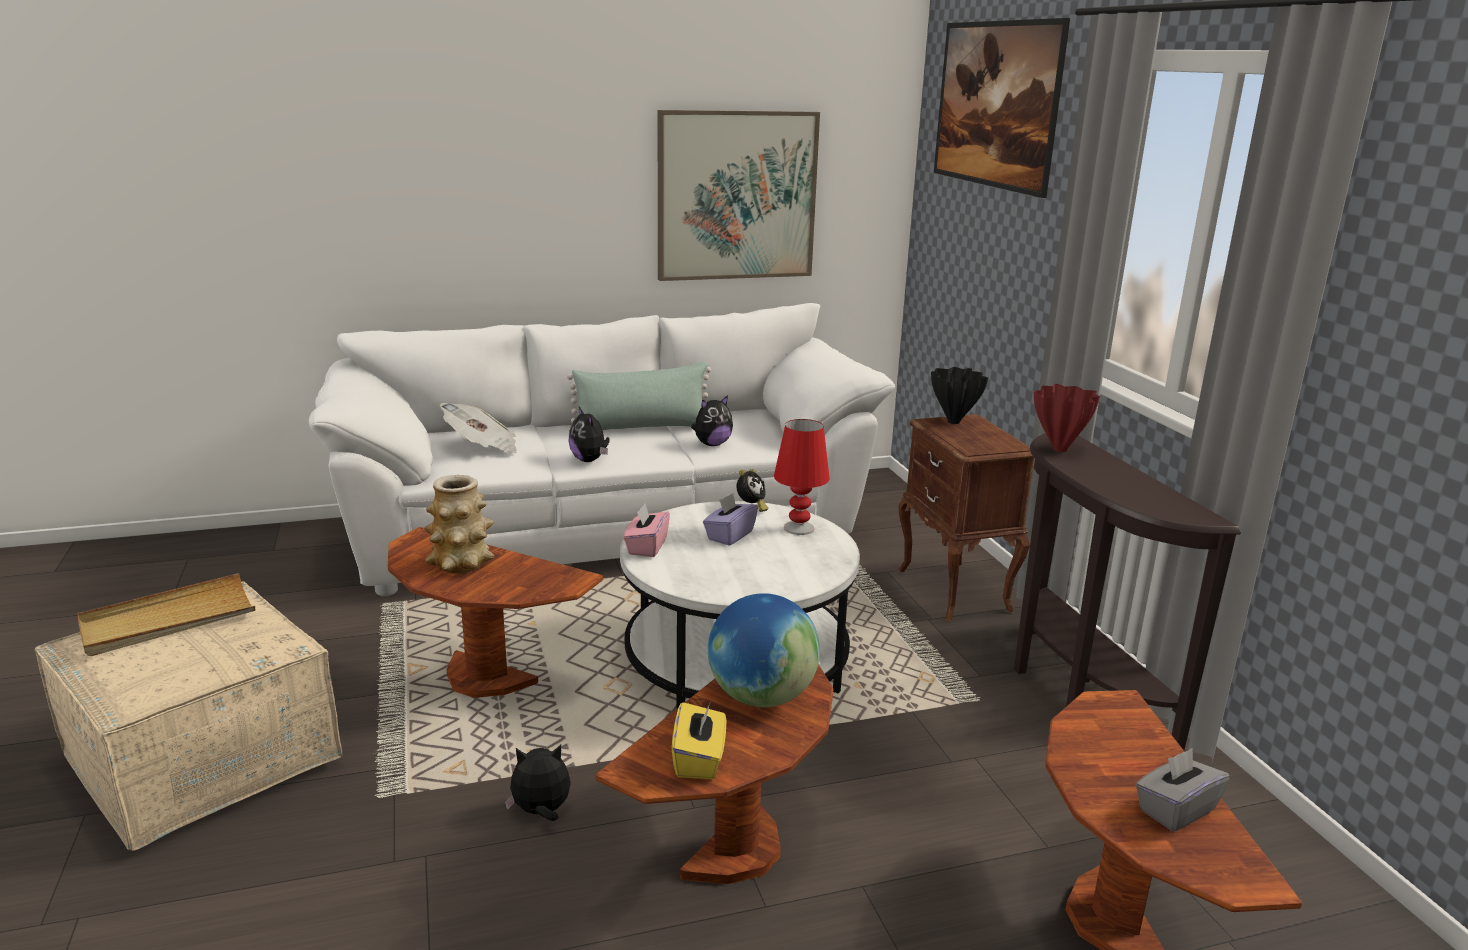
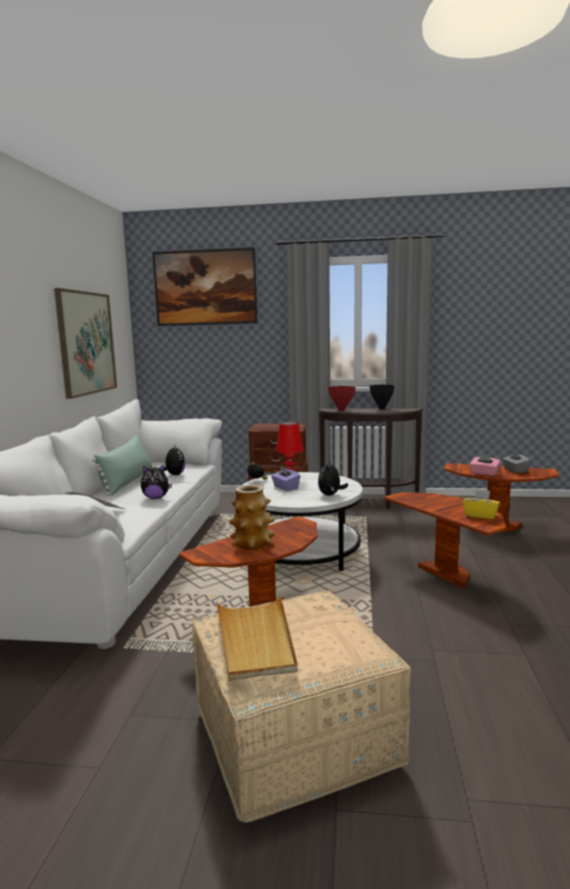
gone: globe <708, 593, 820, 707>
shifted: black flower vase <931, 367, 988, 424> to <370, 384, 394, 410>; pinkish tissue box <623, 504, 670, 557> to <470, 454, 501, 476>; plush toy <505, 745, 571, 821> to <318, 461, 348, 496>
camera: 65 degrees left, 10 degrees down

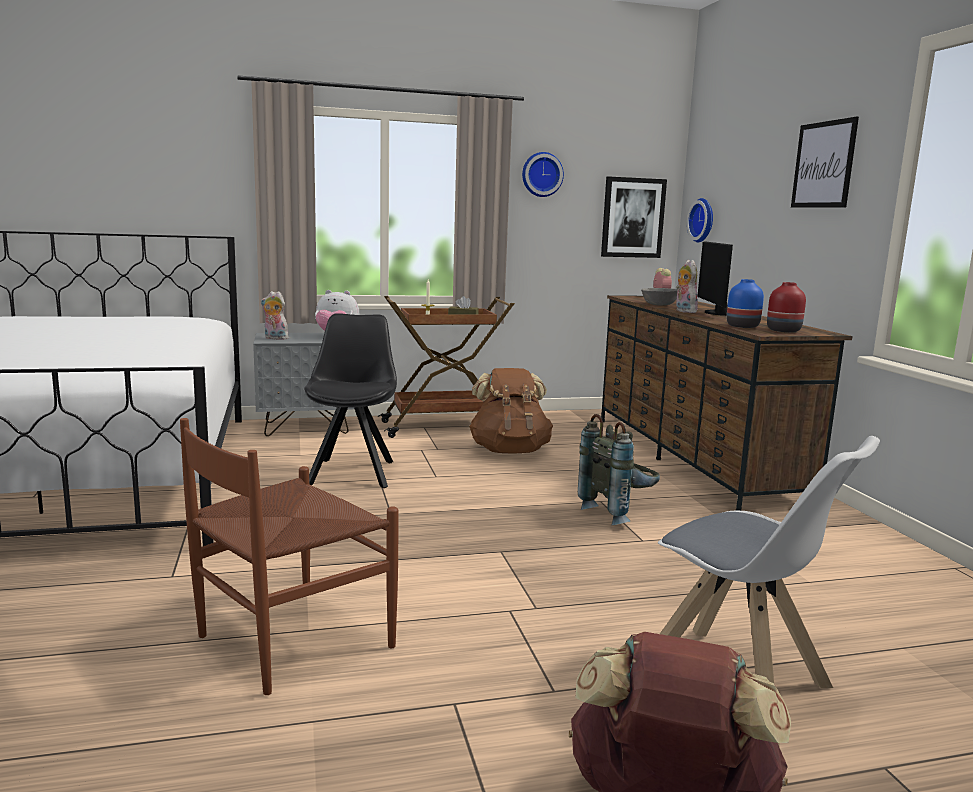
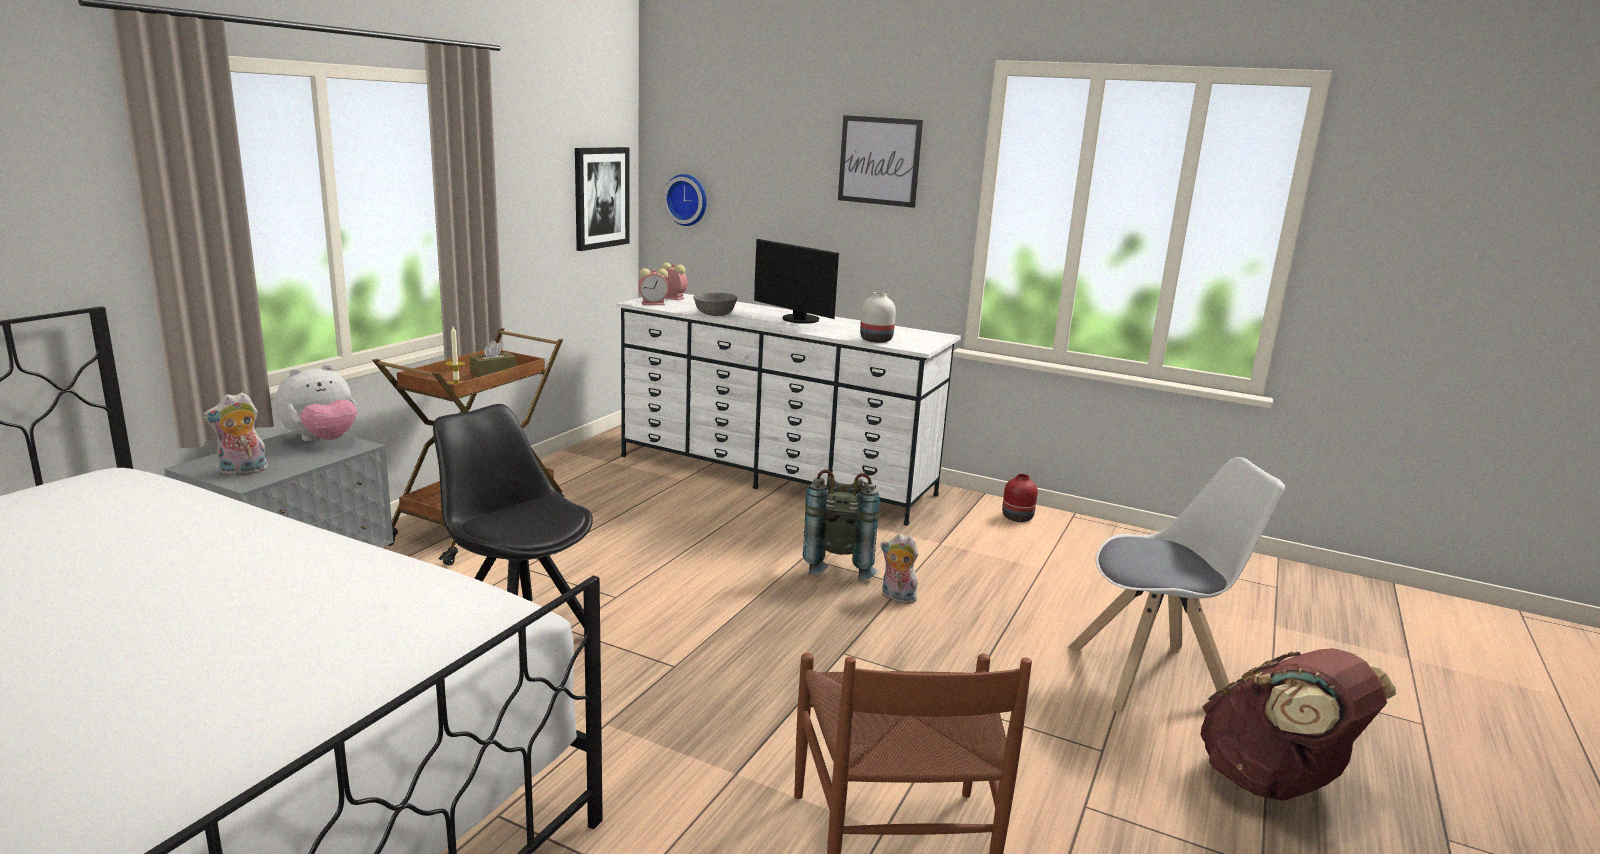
gone: wall clock <522, 152, 564, 197>; brown knapsack <469, 368, 553, 454>
new: alarm clock <638, 268, 669, 305>
shifted: plush toy <676, 260, 698, 313> to <881, 534, 918, 604>; reddish flower vase <767, 282, 806, 332> to <1002, 474, 1038, 522>
repainted: blue-coloured flower vase <727, 279, 764, 328> to white flower vase <860, 292, 896, 343>; brown chest of drawers <601, 295, 853, 511> to white chest of drawers <616, 293, 961, 526>
camera: 50 degrees left, 5 degrees up

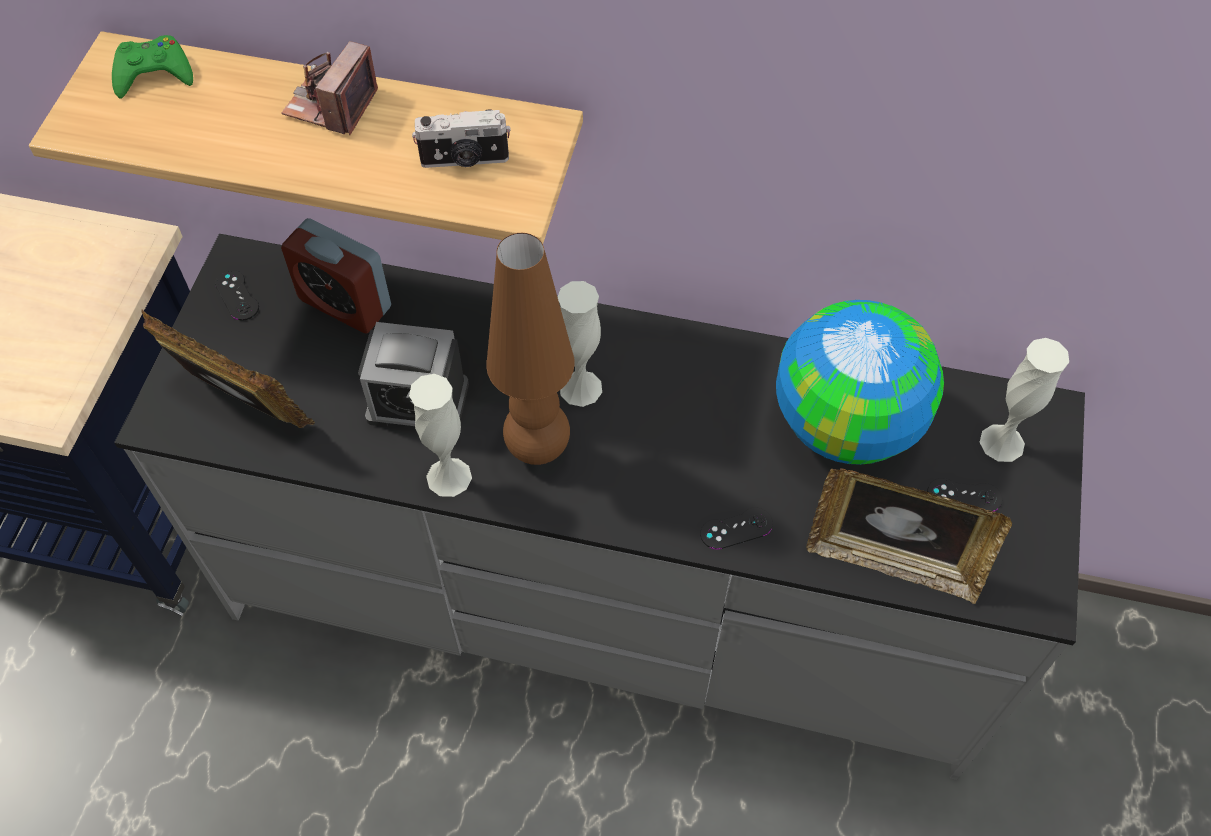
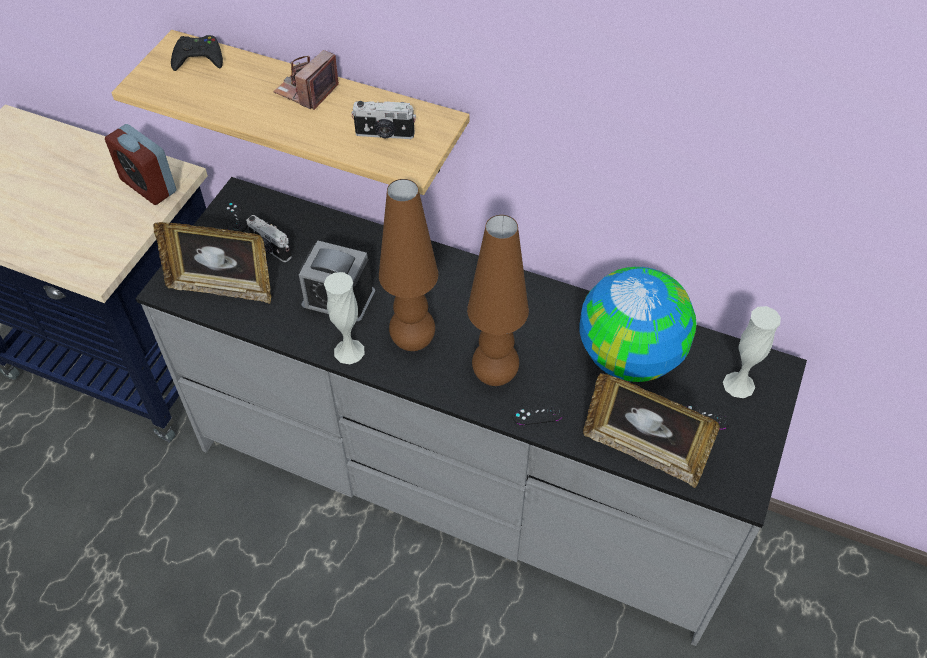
gone: white flower vase <558, 281, 602, 407>
new: photo camera <246, 215, 292, 262>; brown table lamp <467, 215, 529, 386>
shifted: alarm clock <281, 218, 391, 334> to <105, 124, 176, 205>
repainted: green gamepad <112, 35, 193, 99> to black gamepad <171, 35, 223, 71>
rotated: standing frame <141, 309, 315, 428> = <153, 222, 271, 304> 150 degrees clockwise
camera: 10 degrees right, 5 degrees down

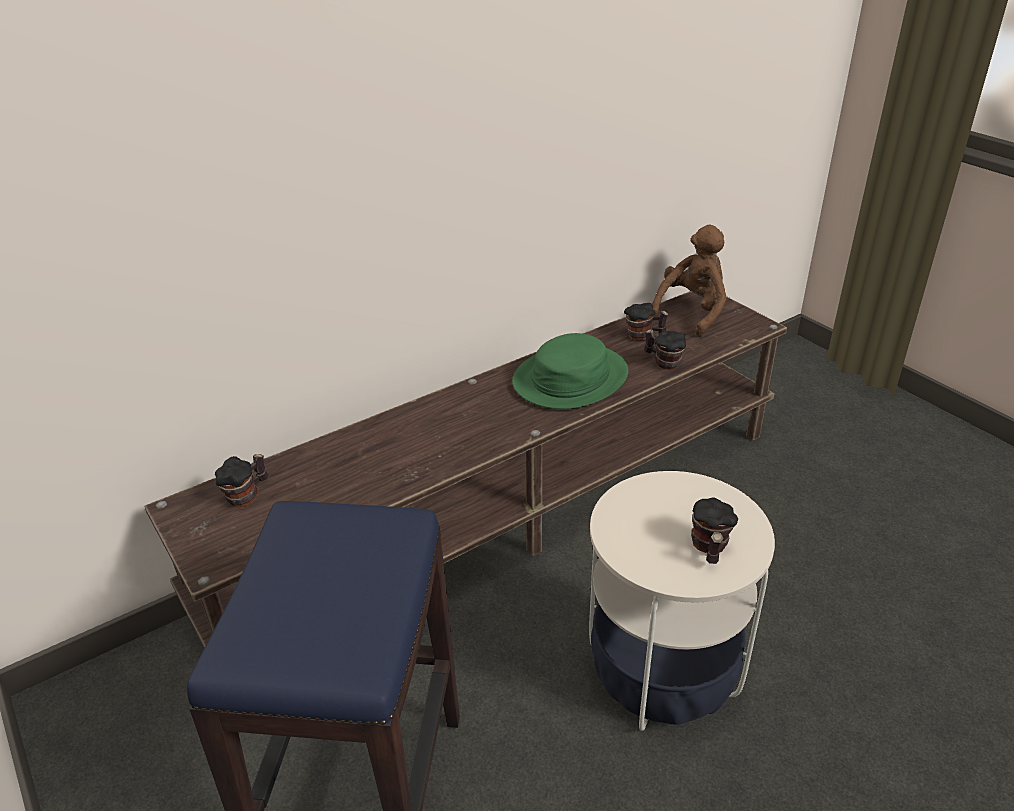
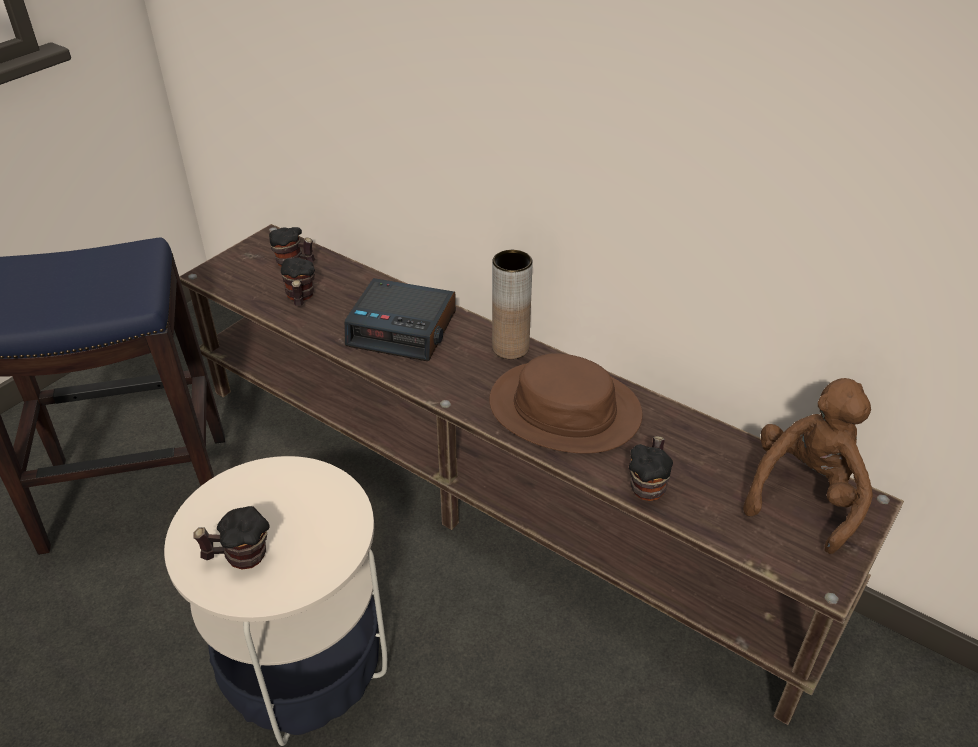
new: brown flower vase <492, 250, 533, 359>; alarm clock <344, 278, 456, 361>
shifted: tea mug <624, 303, 668, 340> to <281, 257, 315, 306>
repainted: green wearable hat <512, 333, 629, 409> to brown wearable hat <489, 353, 643, 454>
rotated: brown plush toy <652, 225, 727, 337> = <743, 378, 873, 554> 75 degrees counterclockwise
camera: 70 degrees right, 5 degrees up

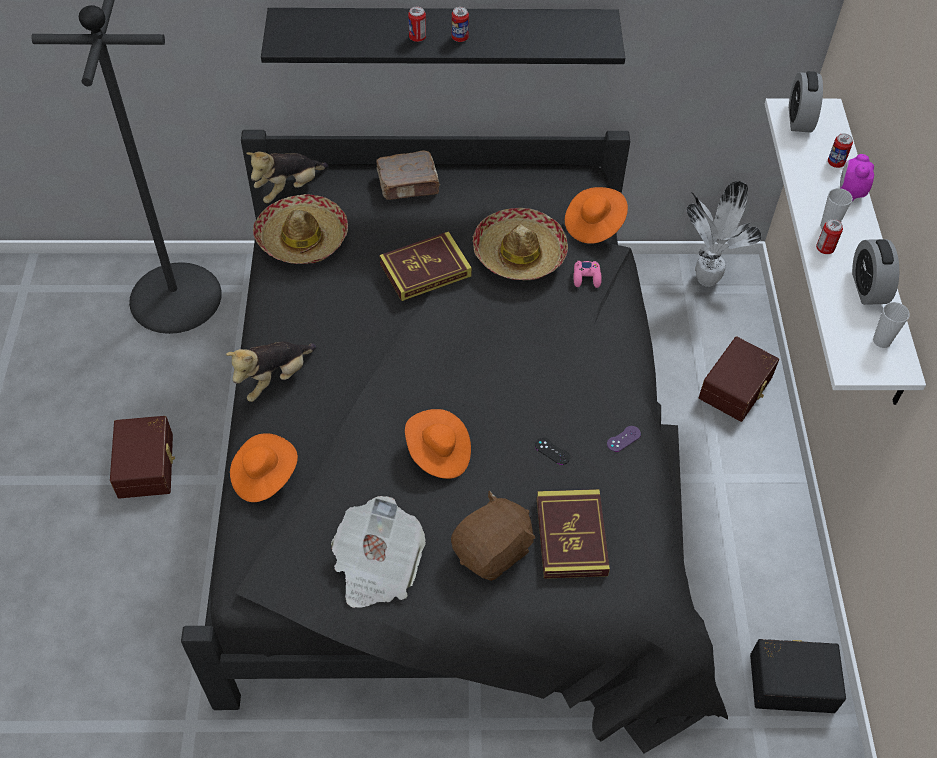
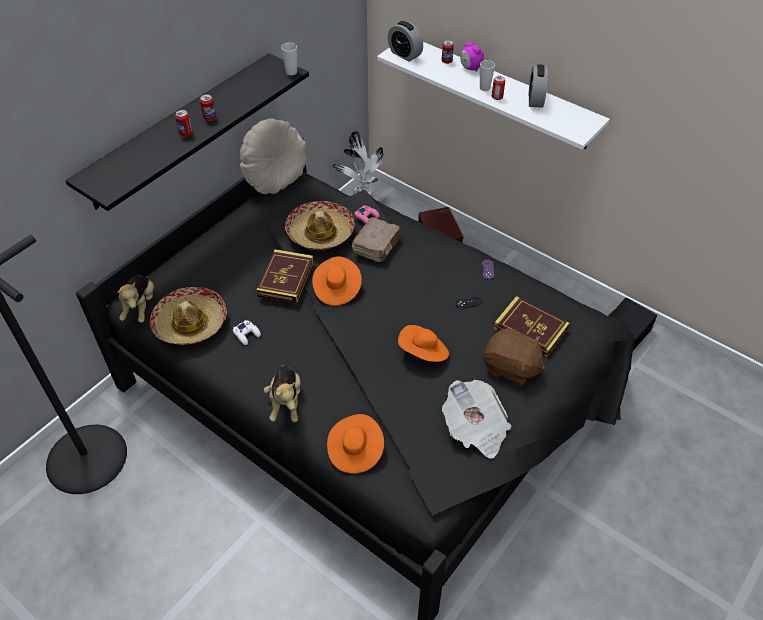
gone: brown storage container <110, 416, 175, 499>
new: beige cushion <240, 118, 306, 194>; white gamepad <233, 320, 261, 345>
shifted: brown bound book <376, 150, 440, 200> to <352, 217, 401, 262>; orange-coloured wearable hat <565, 187, 628, 244> to <312, 256, 362, 305>; small cup <873, 302, 910, 348> to <281, 43, 297, 75>
rotated: alarm clock <852, 239, 899, 305> = <529, 65, 548, 108> 60 degrees clockwise; brown plush toy <451, 491, 535, 581> = <484, 328, 545, 386> 120 degrees clockwise
camera: 50 degrees left, 5 degrees down

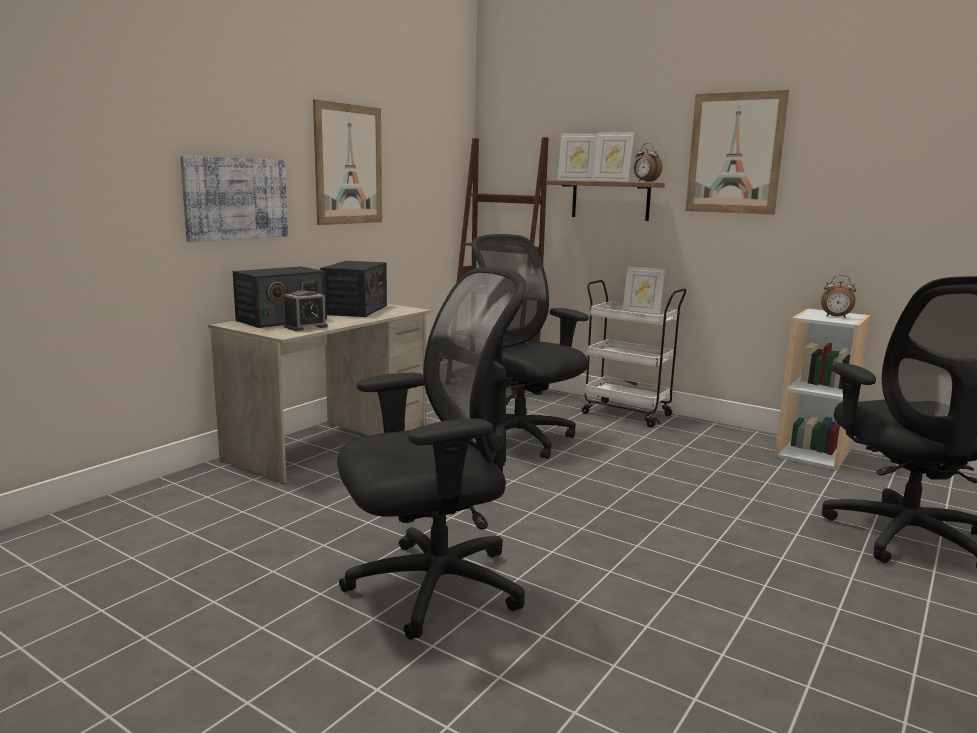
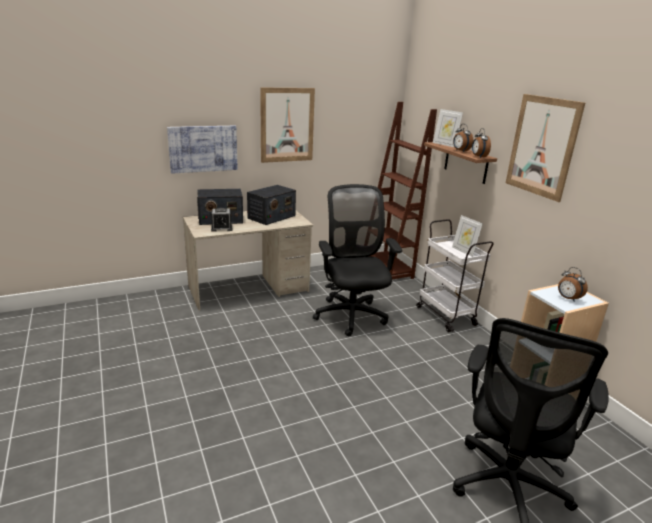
gone: black computer chair <337, 267, 526, 640>
swapped: standing frame <592, 132, 634, 182> to alarm clock <453, 124, 473, 152>
camera: 30 degrees right, 10 degrees up

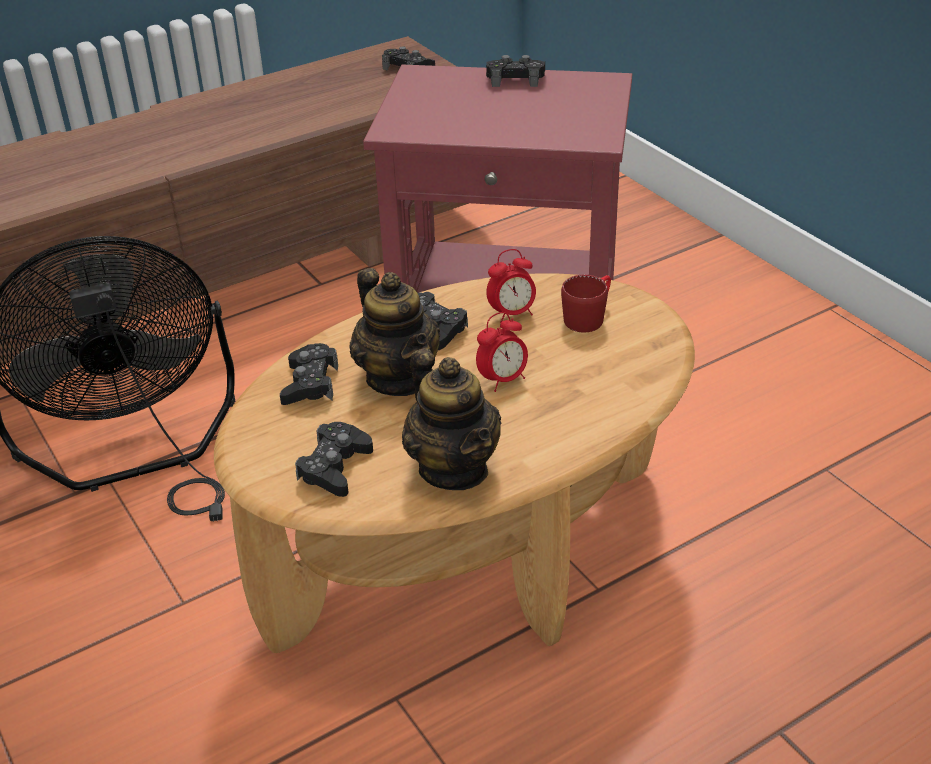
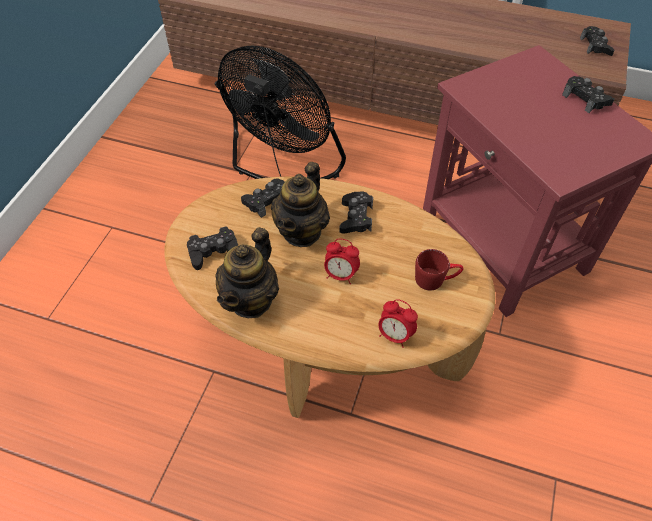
shifted: alarm clock <486, 249, 536, 323> to <378, 299, 418, 348>
camera: 50 degrees right, 15 degrees up

